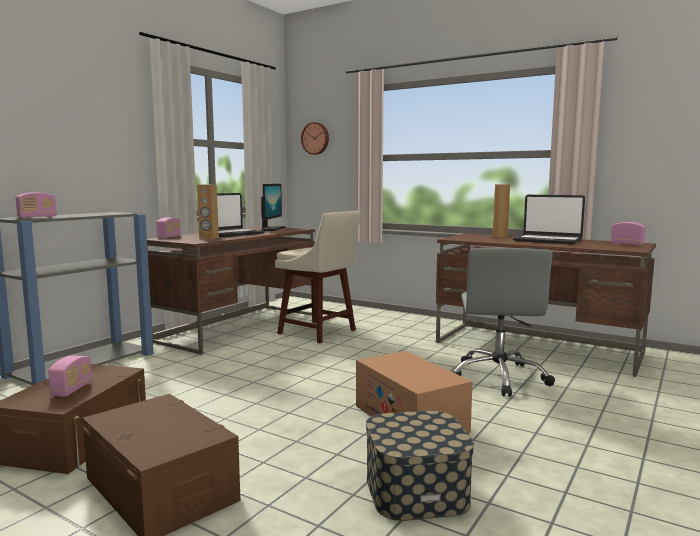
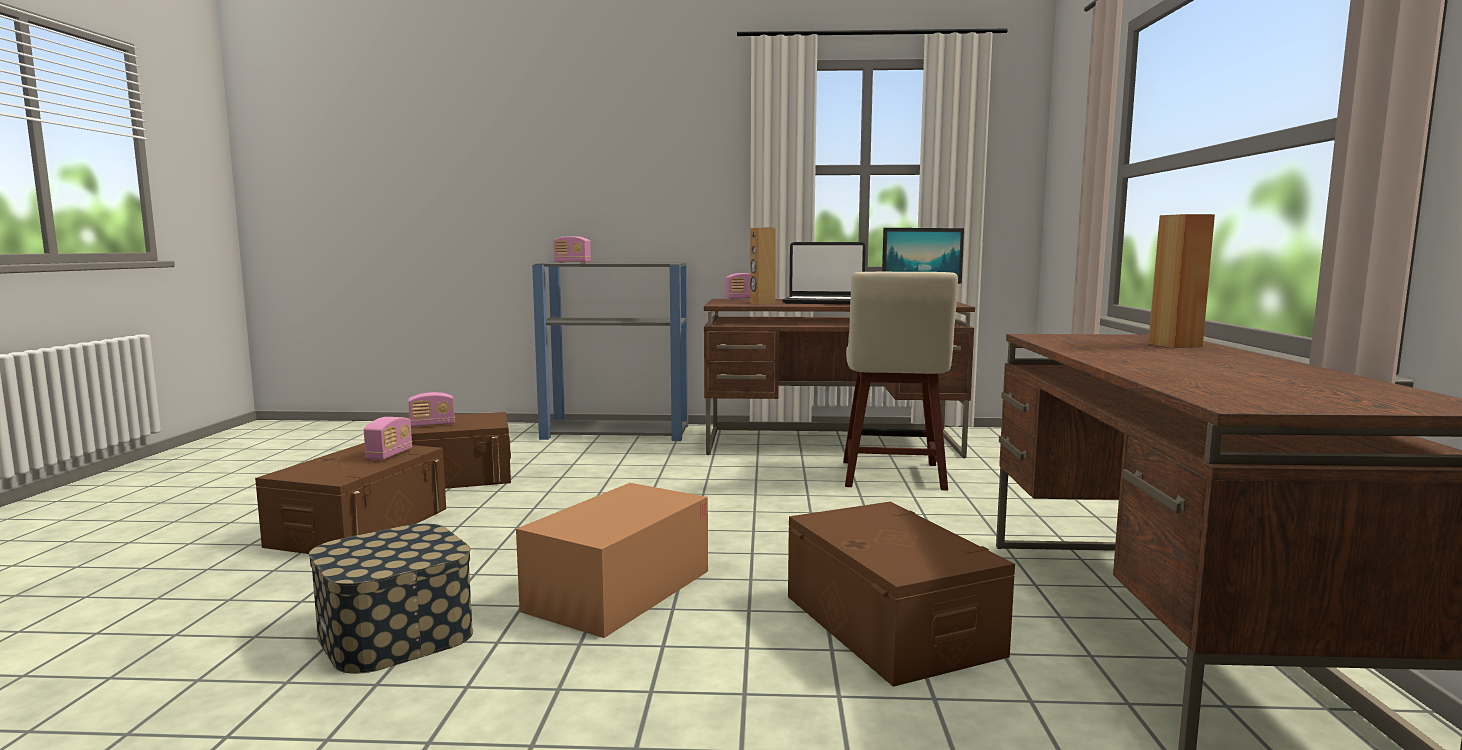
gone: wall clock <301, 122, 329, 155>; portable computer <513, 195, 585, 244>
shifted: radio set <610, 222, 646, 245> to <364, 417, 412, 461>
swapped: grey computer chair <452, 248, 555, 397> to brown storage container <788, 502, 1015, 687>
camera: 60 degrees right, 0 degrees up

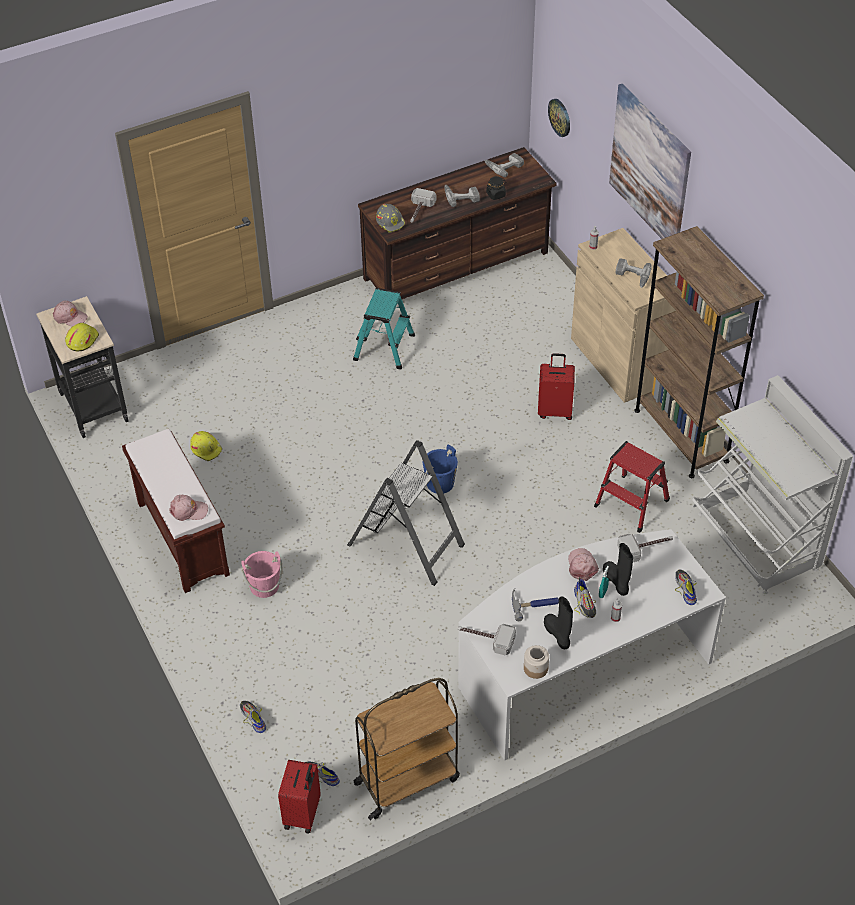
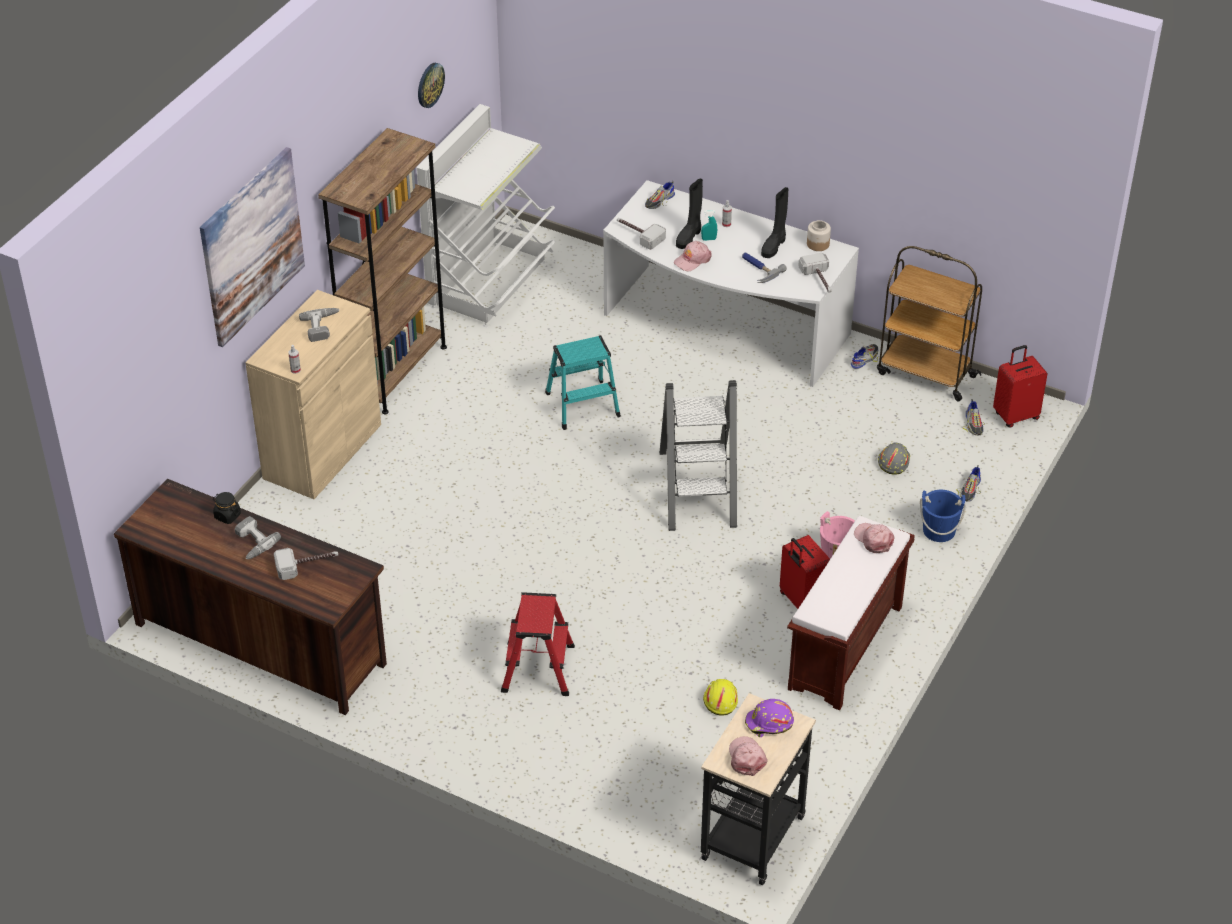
gone: electric drill <485, 153, 524, 177>
shifted: wall clock <548, 99, 570, 137> to <418, 63, 445, 108>; grey safety helmet <376, 204, 405, 233> to <878, 443, 910, 475>; blue-green stepladder <353, 288, 415, 369> to <545, 335, 621, 430>; reddish travel case <538, 353, 575, 420> to <780, 535, 830, 609>; reddish stepladder <594, 441, 670, 533> to <501, 592, 575, 696>; blue-coloured pail <423, 445, 458, 493> to <920, 490, 966, 542>; low shoe <574, 577, 596, 618> to <851, 344, 879, 369>
repainted: yellowish safety helmet <65, 323, 99, 351> to purplish safety helmet <745, 699, 794, 737>
camera: 125 degrees left, 5 degrees down

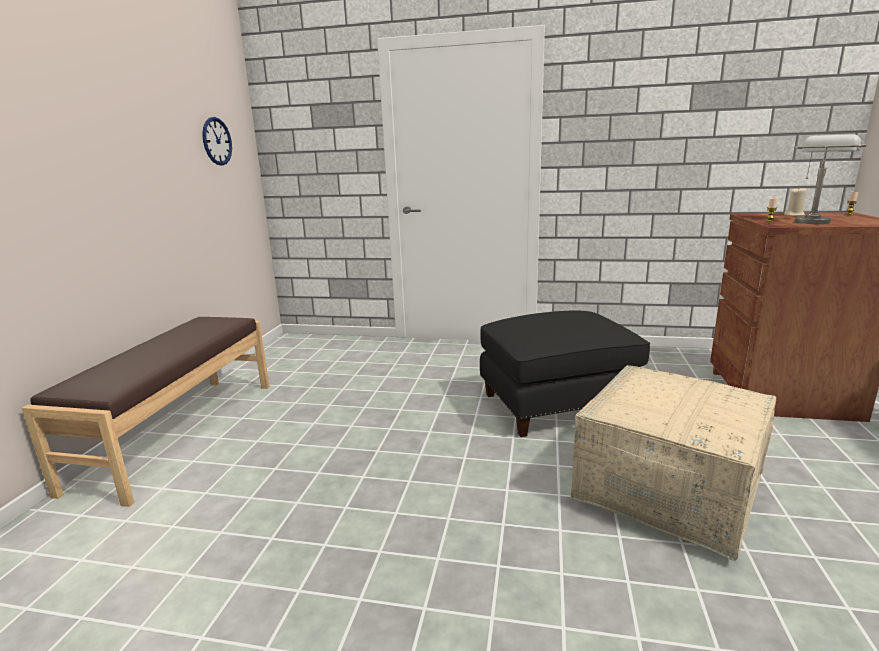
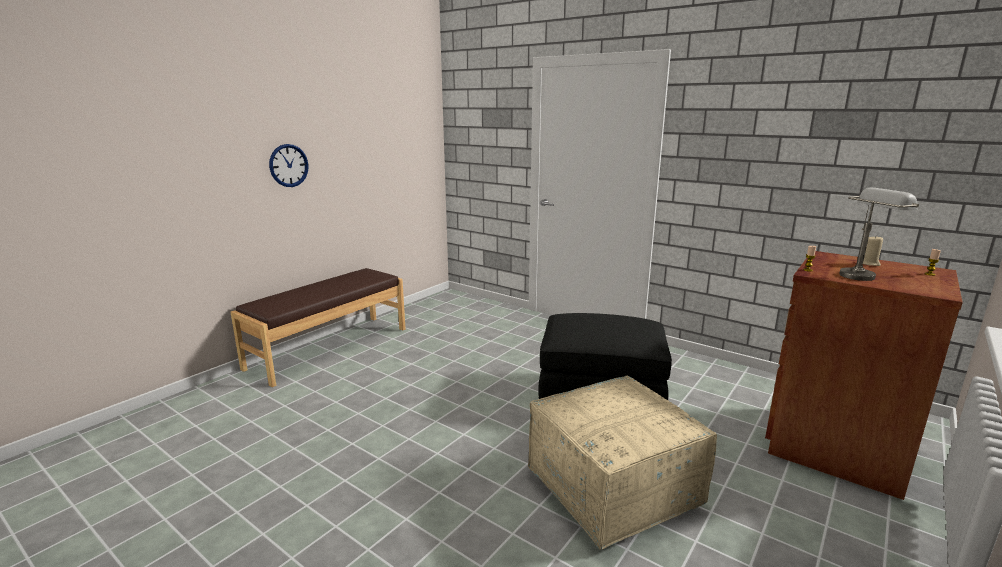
shifted: wall clock <202, 117, 232, 166> to <269, 144, 308, 187>
camera: 25 degrees right, 0 degrees up

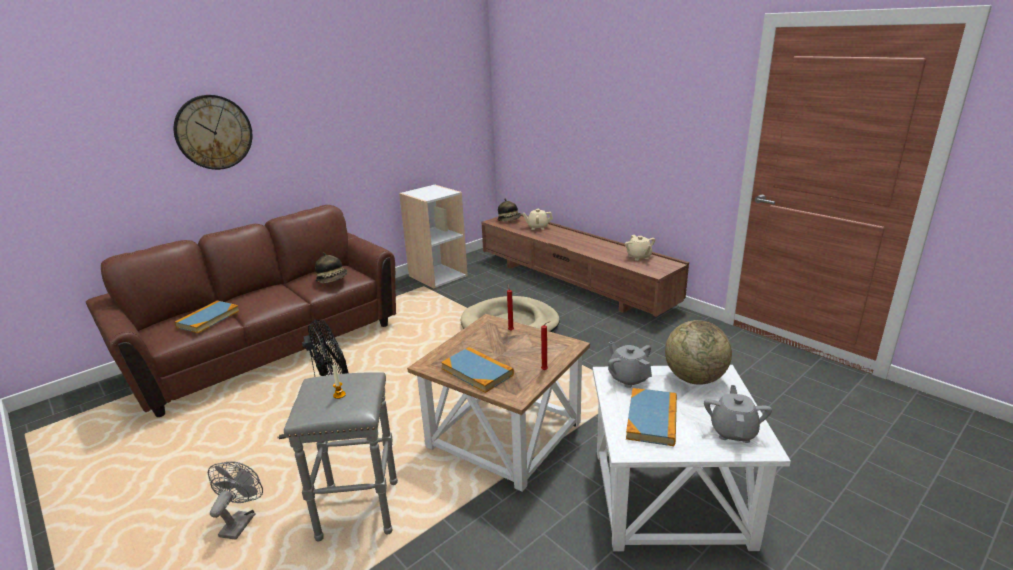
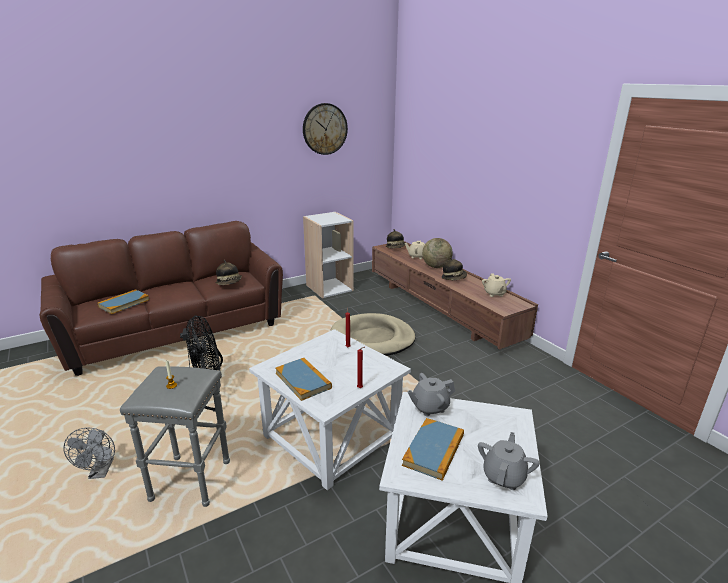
new: wearable hat <442, 257, 467, 280>
shifted: wall clock <174, 95, 252, 170> to <303, 103, 348, 155>; globe <665, 320, 732, 385> to <422, 238, 453, 268>
repainted: brown end table <407, 314, 590, 492> to white end table <249, 329, 411, 490>
rotated: grey pot for tea <608, 342, 652, 388> = <407, 373, 455, 416> 90 degrees counterclockwise; grey fan <208, 461, 263, 540> = <63, 428, 115, 479> 150 degrees clockwise
camera: 10 degrees right, 0 degrees up

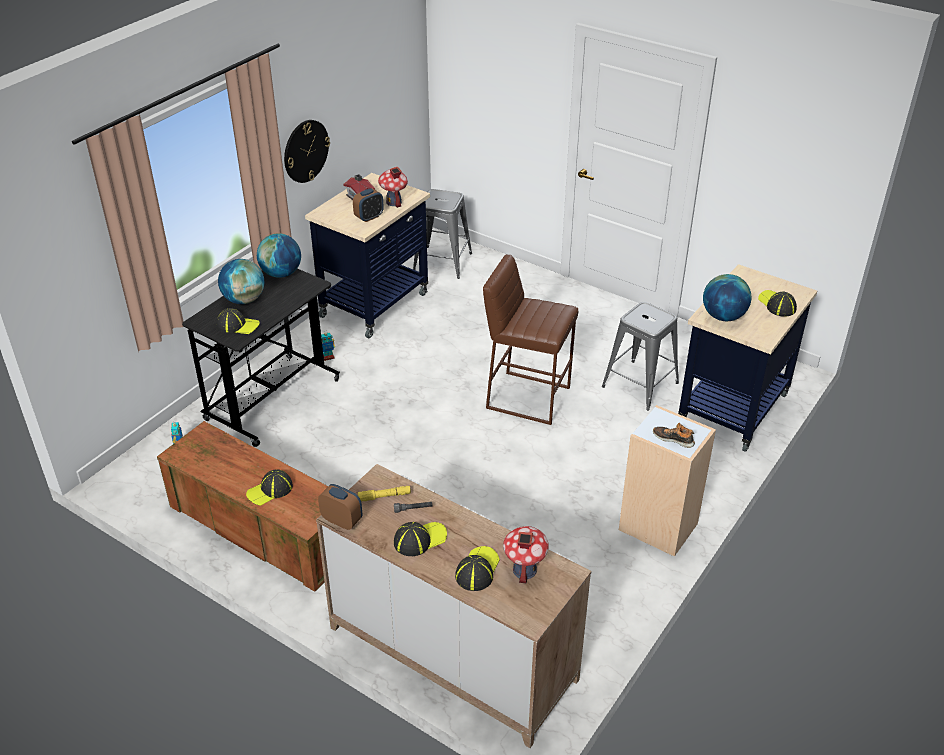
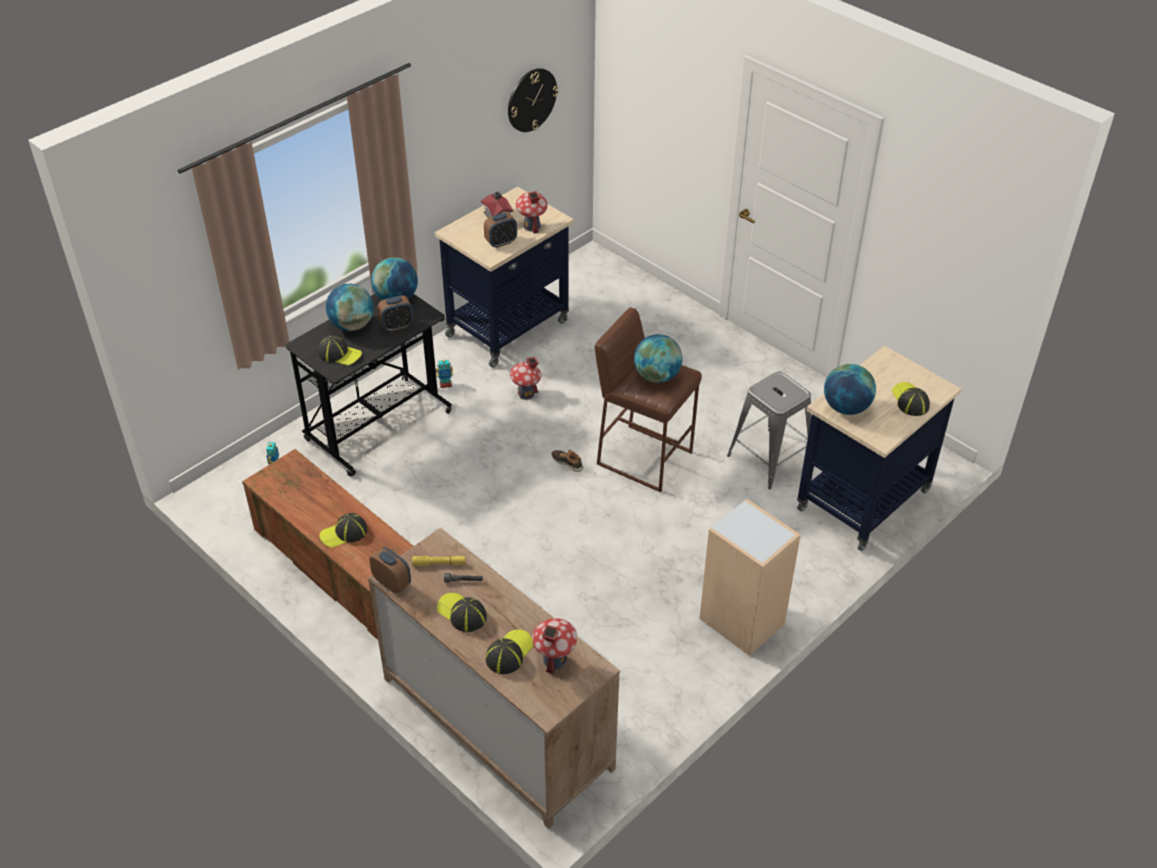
gone: grey stool <413, 189, 472, 279>
new: alarm clock <377, 295, 414, 332>; globe <634, 334, 682, 383>; model house <510, 357, 541, 400>
shifted: wall clock <284, 120, 330, 183> to <508, 68, 558, 132>; low shoe <653, 423, 695, 448> to <551, 449, 583, 472>
rotated: cap <394, 522, 447, 556> = <437, 593, 487, 632> 120 degrees counterclockwise
camera: 10 degrees right, 5 degrees up

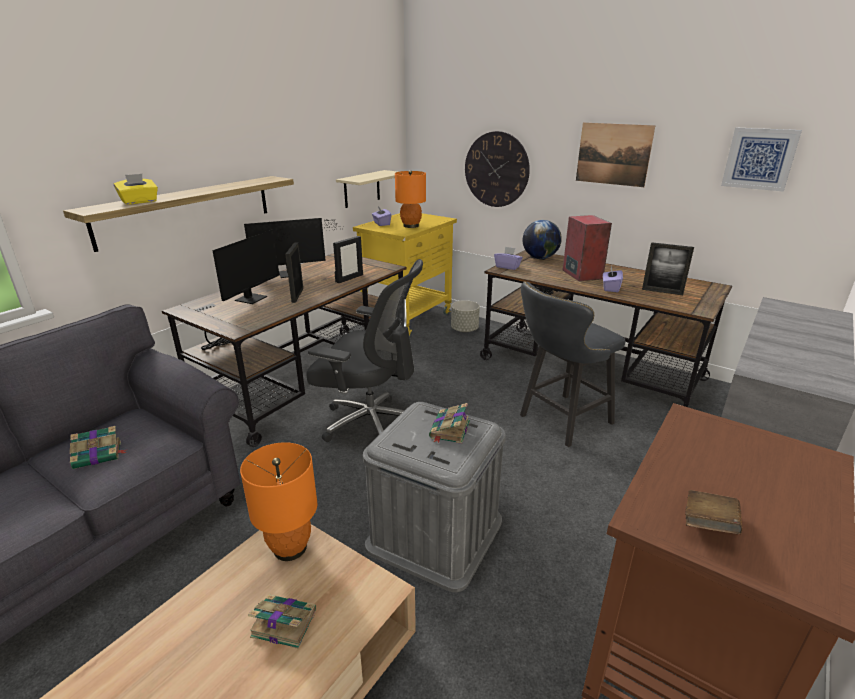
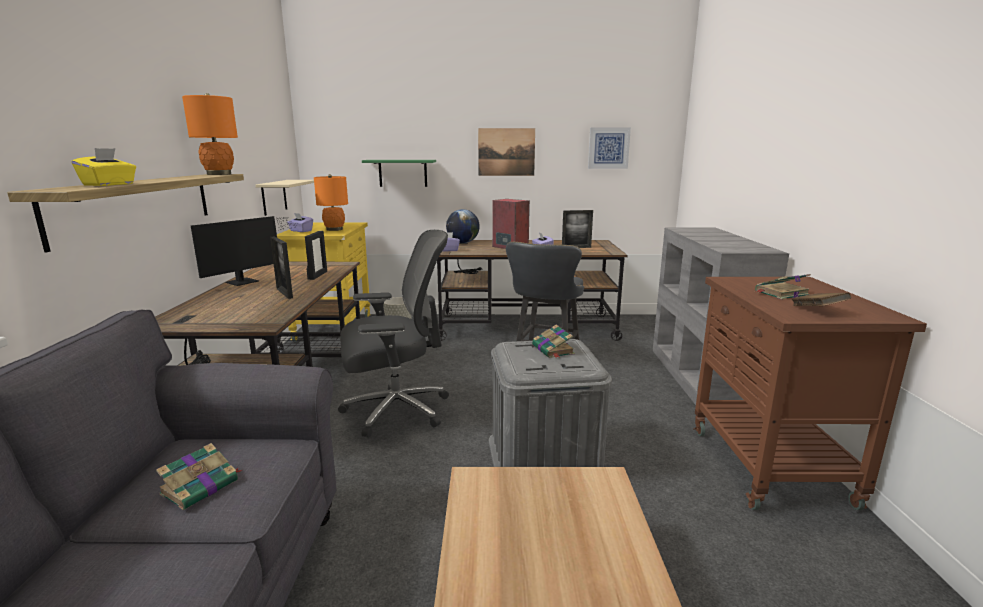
gone: monitor <212, 229, 289, 304>
shifted: orange-coloured table lamp <240, 442, 317, 561> to <182, 93, 238, 175>; bound book <248, 594, 316, 649> to <755, 274, 811, 300>
swapped: wall clock <465, 131, 530, 207> to green bracket shelf <362, 160, 436, 187>
camera: 35 degrees left, 10 degrees down

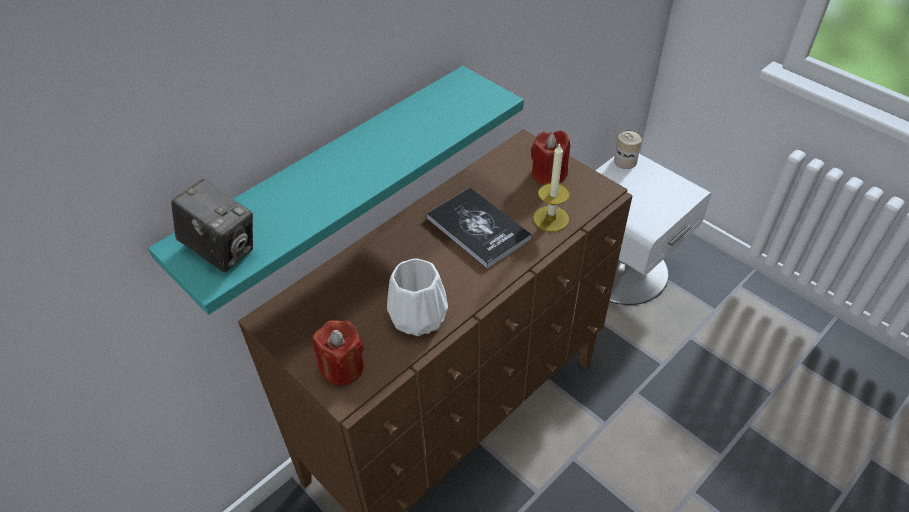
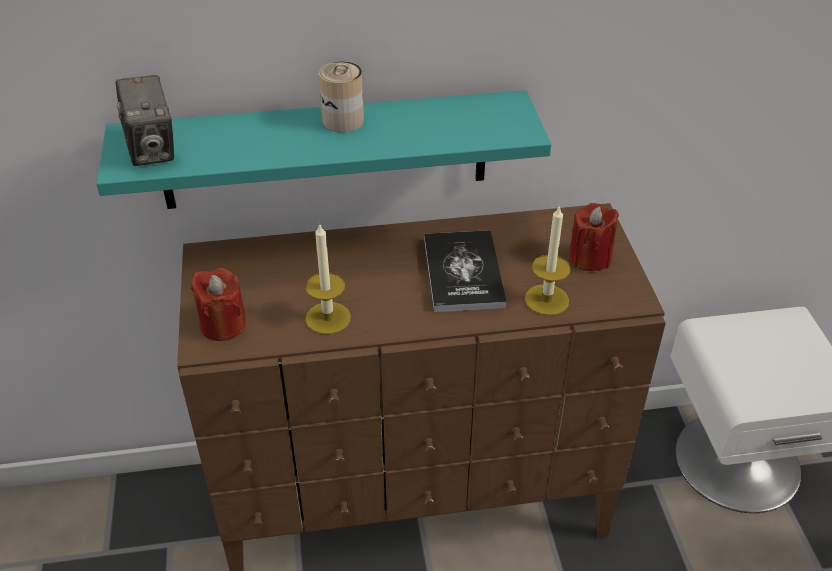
shifted: sealed can <614, 130, 642, 169> to <319, 61, 364, 132>
swapped: white flower vase <387, 258, 448, 336> to wax candle <305, 223, 351, 334>
camera: 35 degrees right, 5 degrees down

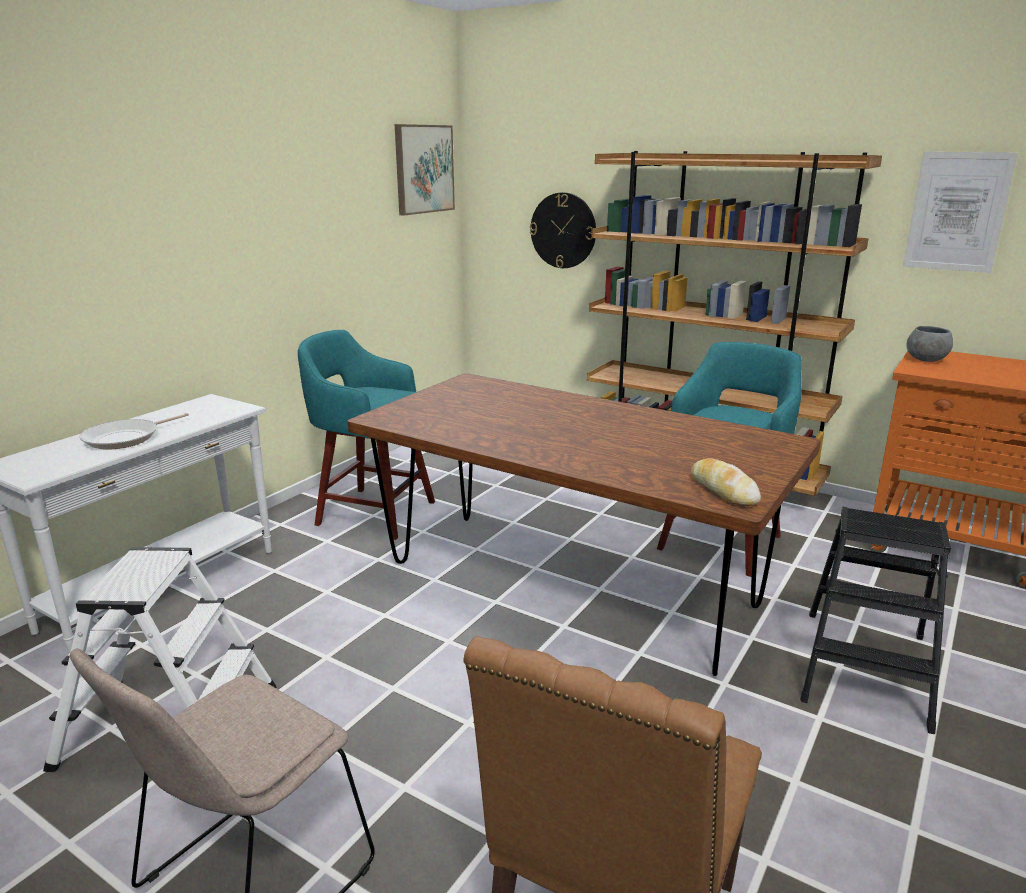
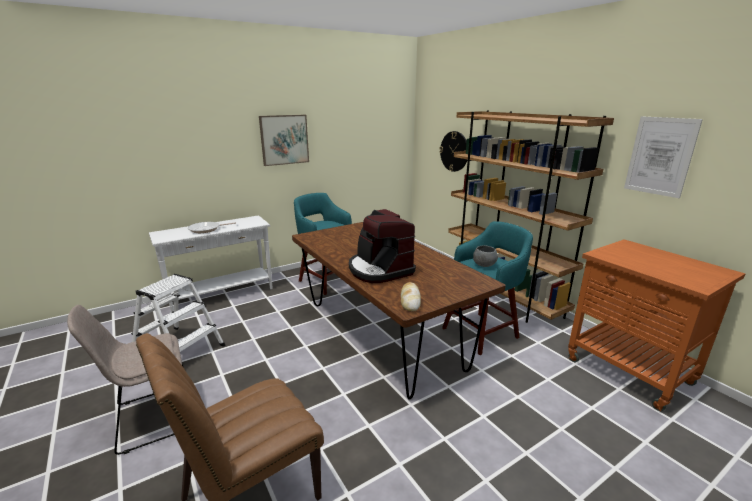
gone: black stepladder <800, 506, 951, 734>
new: coffee brewer <349, 209, 416, 283>
shifted: wall art <395, 124, 455, 216> to <259, 115, 309, 166>; grey deep dish <906, 326, 953, 362> to <473, 245, 498, 267>
camera: 25 degrees right, 0 degrees up

